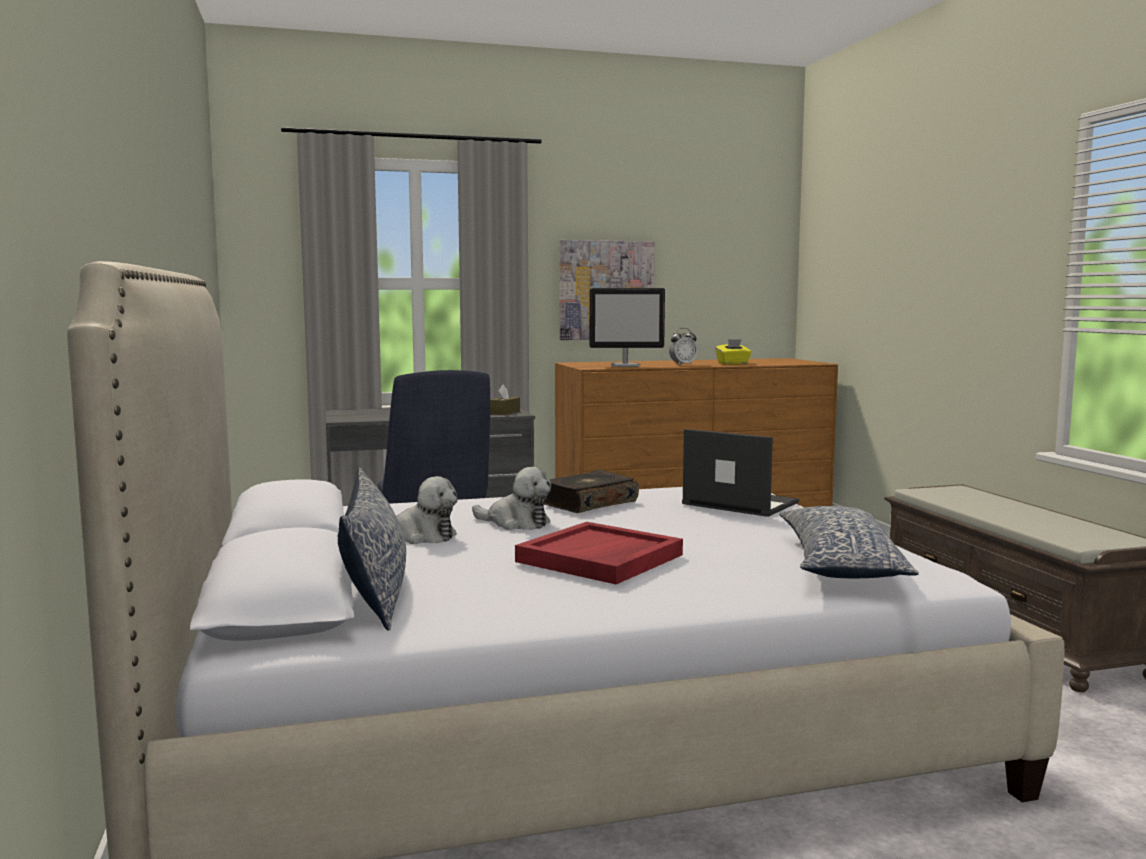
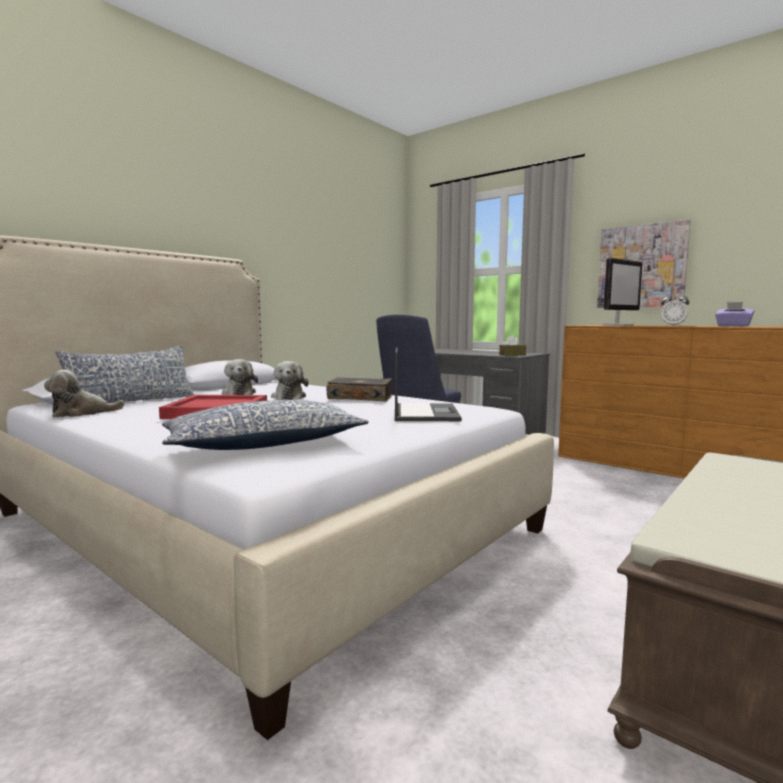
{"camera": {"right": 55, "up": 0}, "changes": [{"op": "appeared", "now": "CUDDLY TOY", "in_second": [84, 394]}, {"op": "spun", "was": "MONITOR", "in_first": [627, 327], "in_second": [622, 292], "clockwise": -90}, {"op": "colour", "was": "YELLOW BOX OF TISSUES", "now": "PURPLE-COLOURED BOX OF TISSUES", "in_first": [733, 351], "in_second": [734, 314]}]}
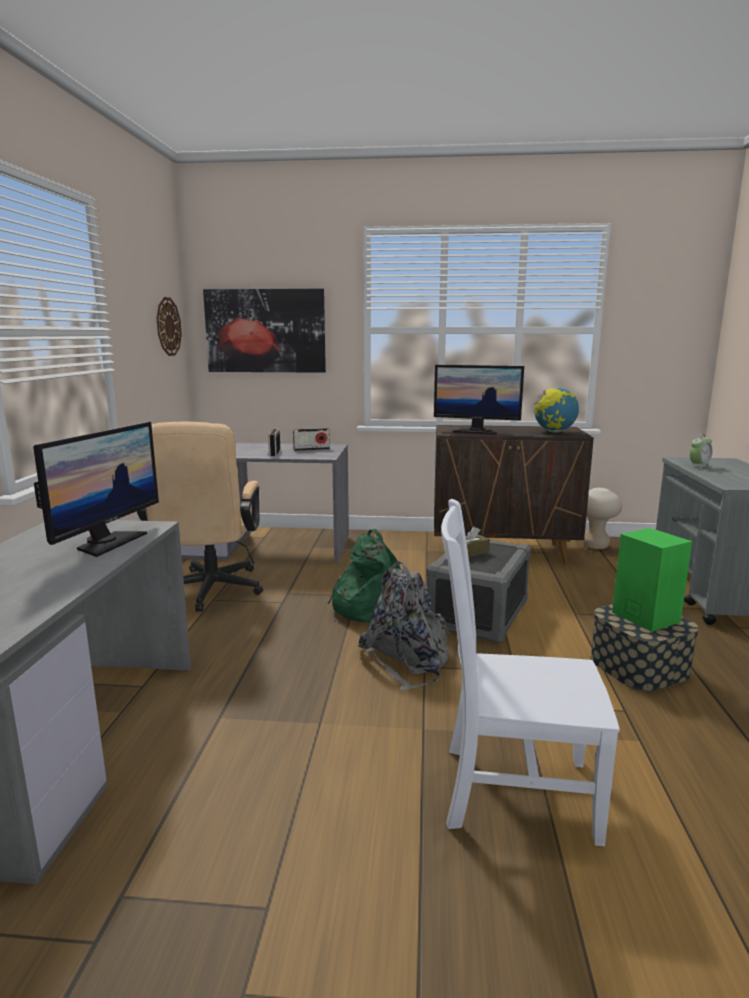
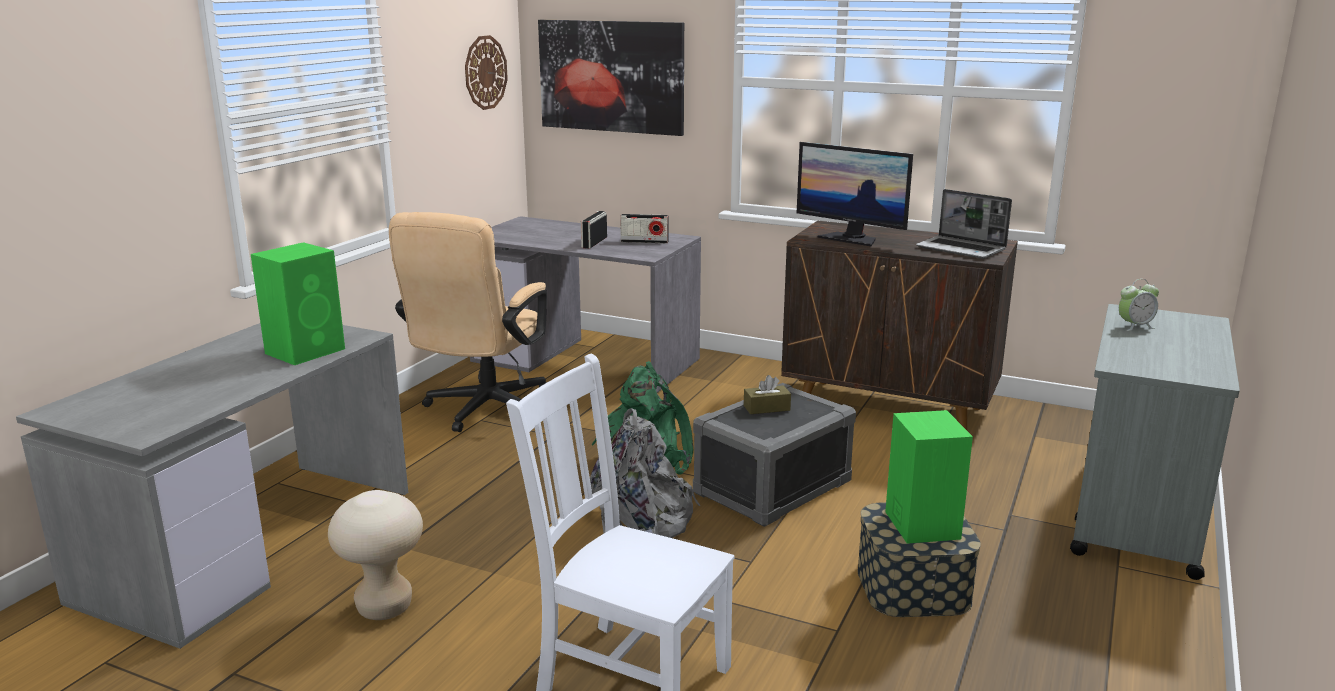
{"camera": {"right": 20, "up": 5}, "changes": [{"op": "exchanged", "was": "MONITOR", "now": "GREENISH AUDIO SPEAKER", "in_first": [96, 489], "in_second": [298, 303]}, {"op": "relocated", "was": "SAND-COLOURED STOOL SEAT", "in_first": [602, 518], "in_second": [375, 555]}, {"op": "exchanged", "was": "GLOBE", "now": "LAPTOP", "in_first": [556, 410], "in_second": [964, 224]}]}
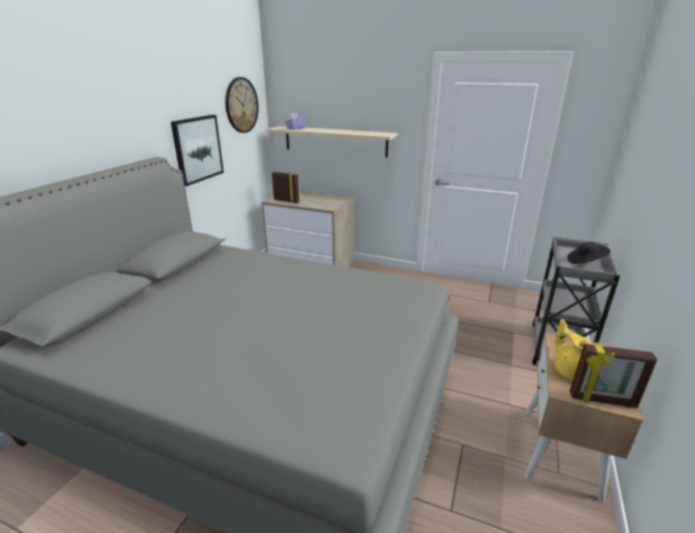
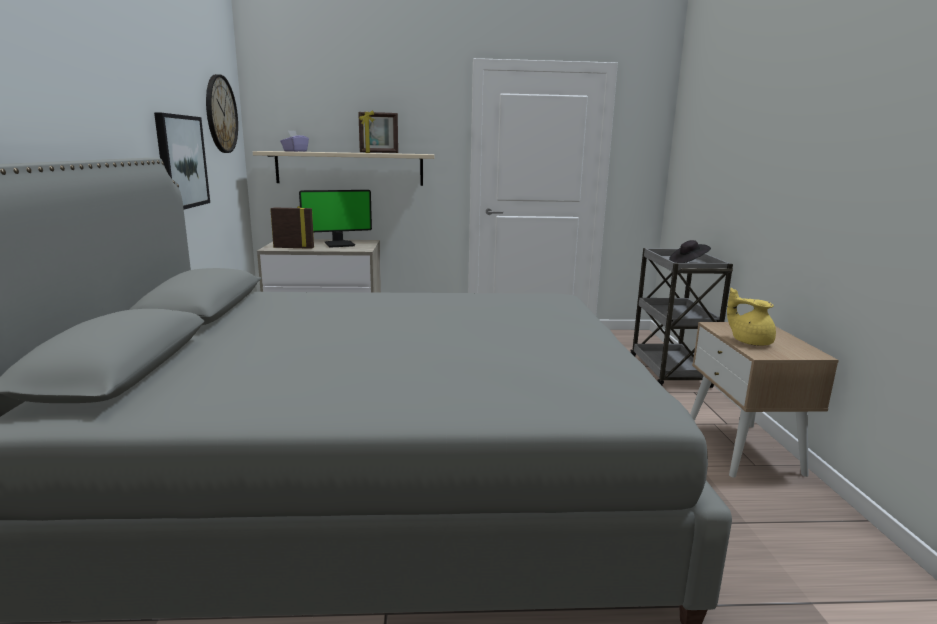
{"camera": {"right": -25, "up": -10}, "changes": [{"op": "appeared", "now": "MONITOR", "in_second": [335, 219]}, {"op": "relocated", "was": "STANDING FRAME", "in_first": [614, 376], "in_second": [378, 131]}]}
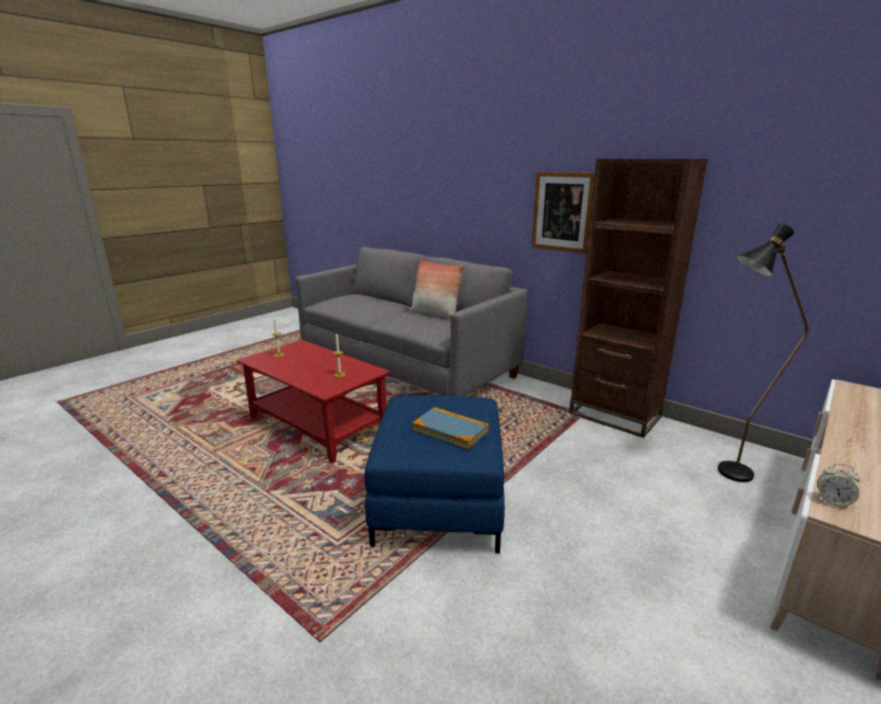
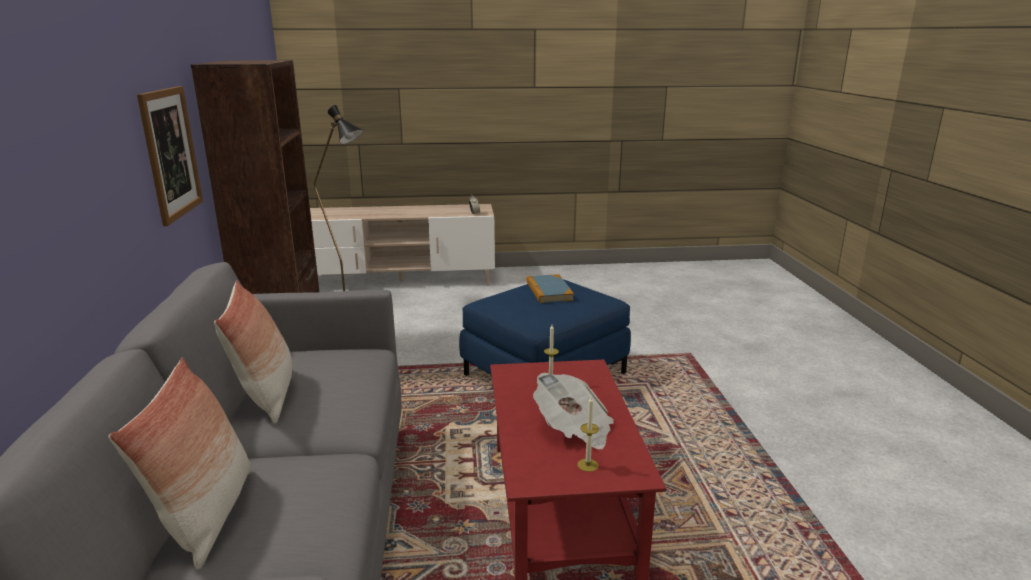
{"camera": {"right": -135, "up": 0}, "changes": [{"op": "appeared", "now": "PILLOW", "in_second": [179, 463]}, {"op": "appeared", "now": "DAILY PAPER", "in_second": [573, 411]}]}
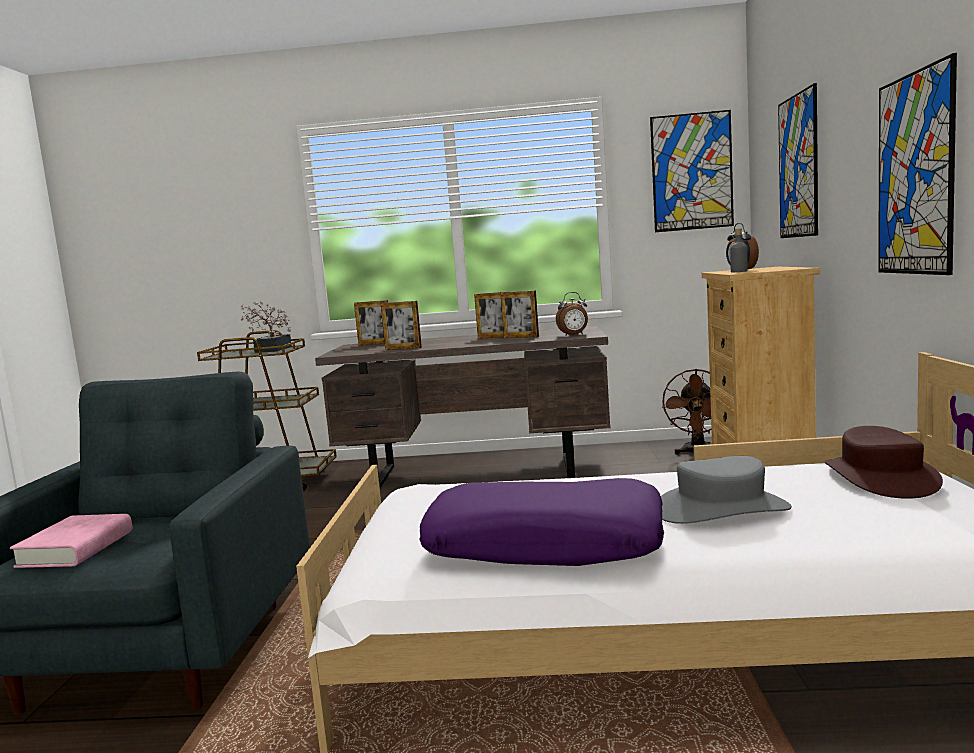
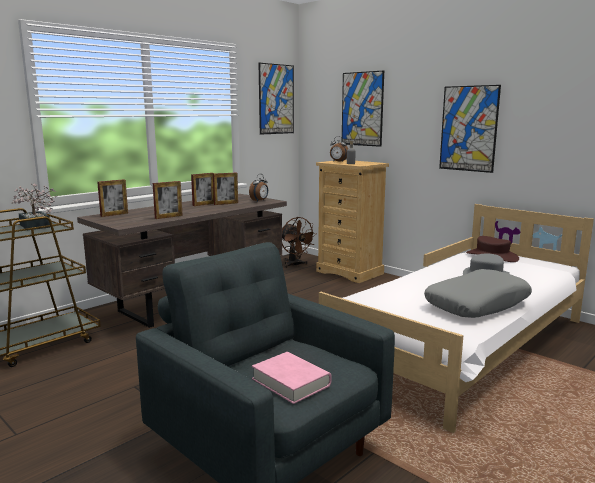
{"camera": {"right": -50, "up": 5}, "changes": [{"op": "colour", "was": "PURPLE-COLOURED PILLOW", "now": "GRAY PILLOW", "in_first": [541, 522], "in_second": [478, 293]}]}
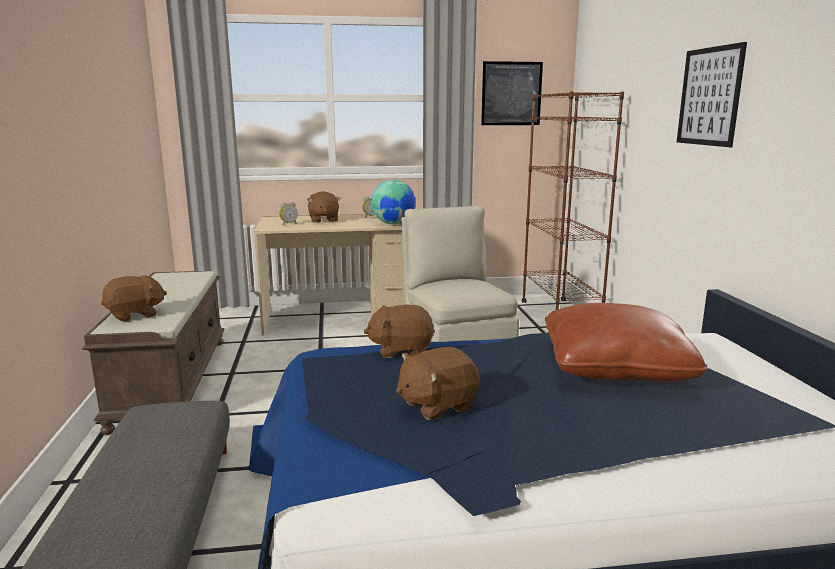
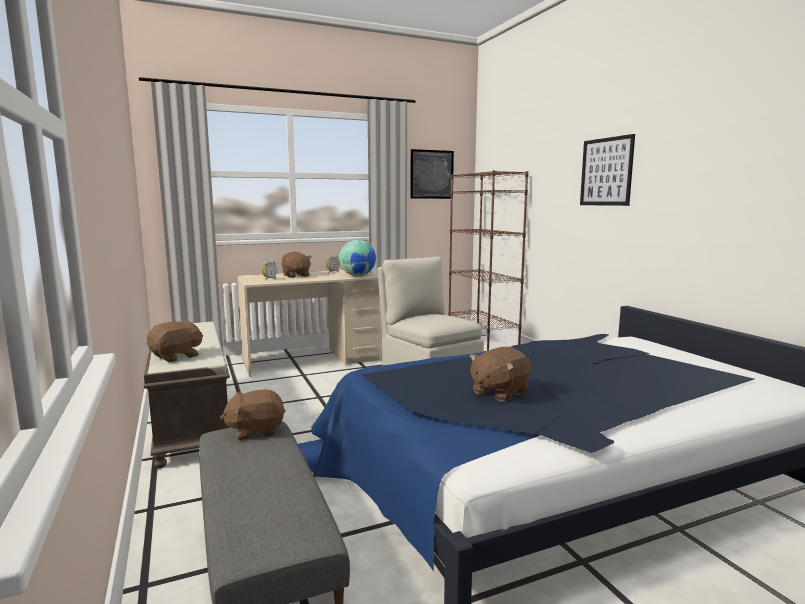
{"camera": {"right": -15, "up": -5}, "changes": [{"op": "relocated", "was": "BROWN CUDDLY TOY", "in_first": [399, 331], "in_second": [253, 415]}, {"op": "missing", "was": "BROWN PILLOW", "in_first": [626, 342]}]}
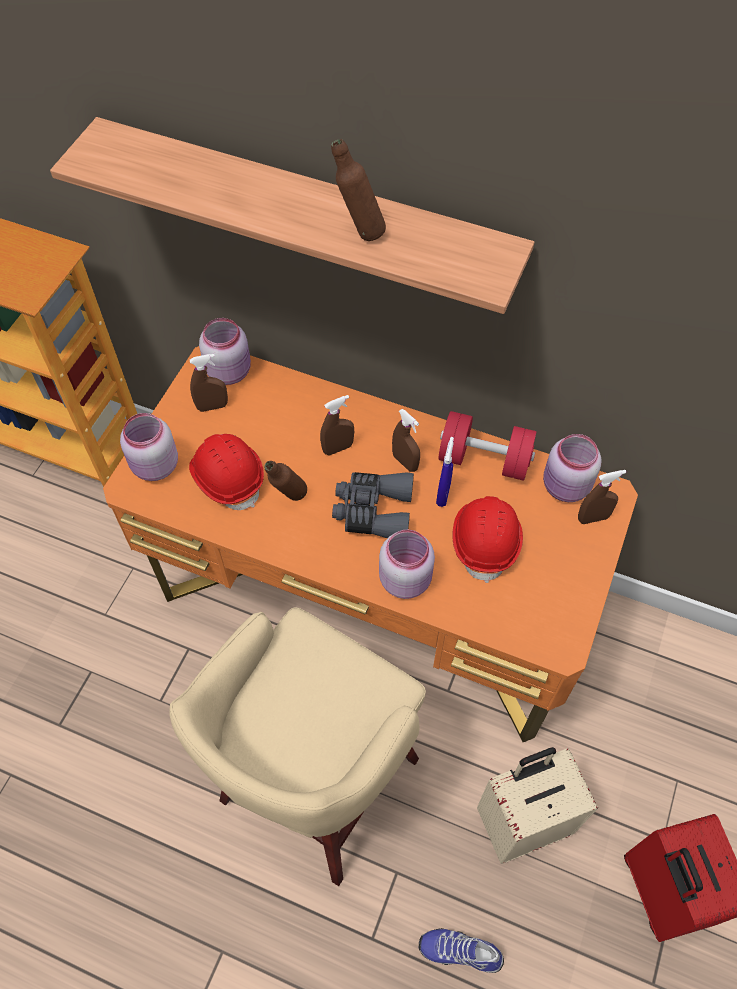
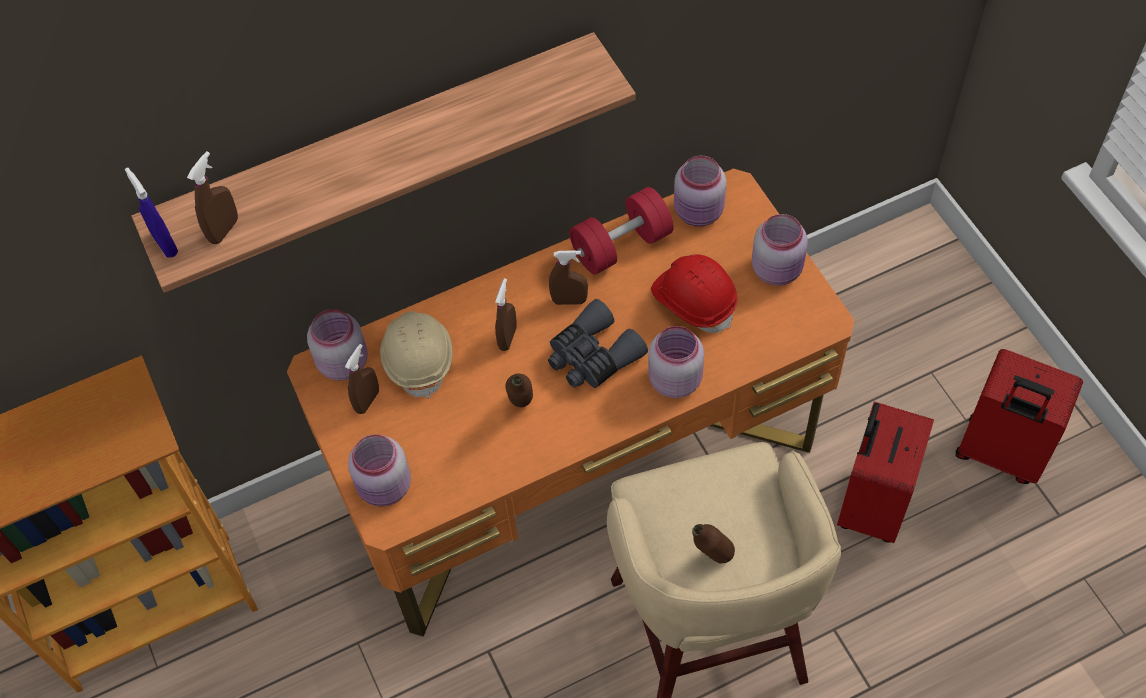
{"camera": {"right": -45, "up": 0}, "changes": [{"op": "relocated", "was": "BLUISH HAND SPRAYER", "in_first": [445, 472], "in_second": [151, 213]}, {"op": "relocated", "was": "BROWN HAND SPRAYER", "in_first": [602, 497], "in_second": [212, 197]}, {"op": "appeared", "now": "SAND-COLOURED WORK HELMET", "in_second": [416, 355]}, {"op": "relocated", "was": "BROWN BOTTLE", "in_first": [358, 190], "in_second": [713, 543]}, {"op": "appeared", "now": "PINK-COLOURED JAR", "in_second": [780, 250]}, {"op": "colour", "was": "SAND-COLOURED TRAVEL CASE", "now": "REDDISH TRAVEL CASE", "in_first": [537, 805], "in_second": [885, 472]}, {"op": "missing", "was": "REDDISH WORK HELMET", "in_first": [226, 472]}, {"op": "missing", "was": "SHOE", "in_first": [461, 950]}]}
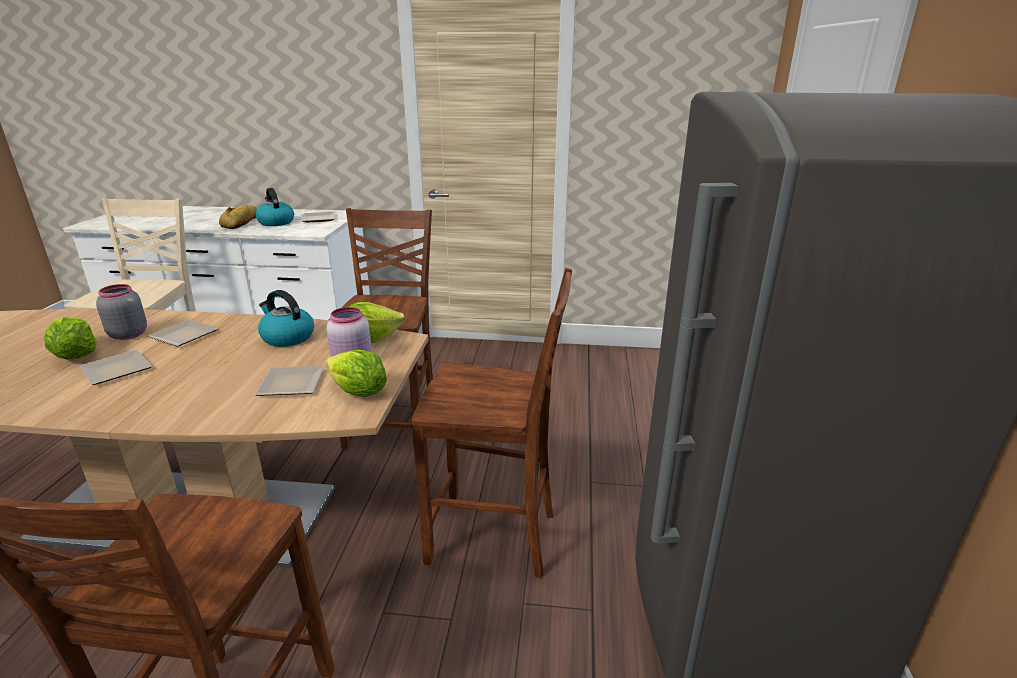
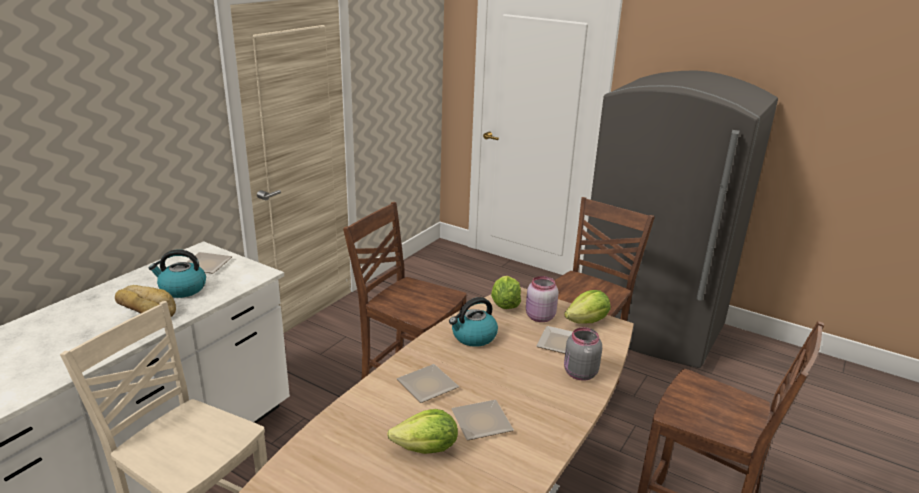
{"camera": {"right": -65, "up": 0}, "changes": [{"op": "relocated", "was": "GRAY JAR", "in_first": [121, 312], "in_second": [583, 354]}]}
